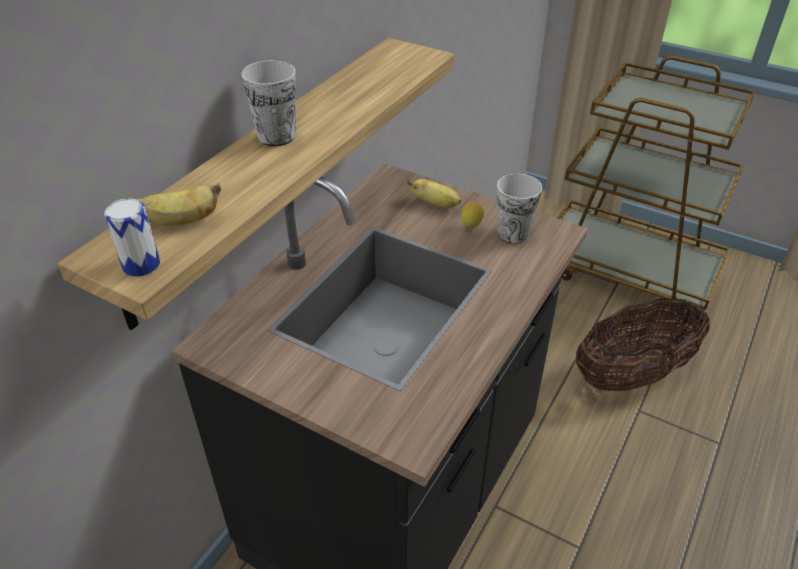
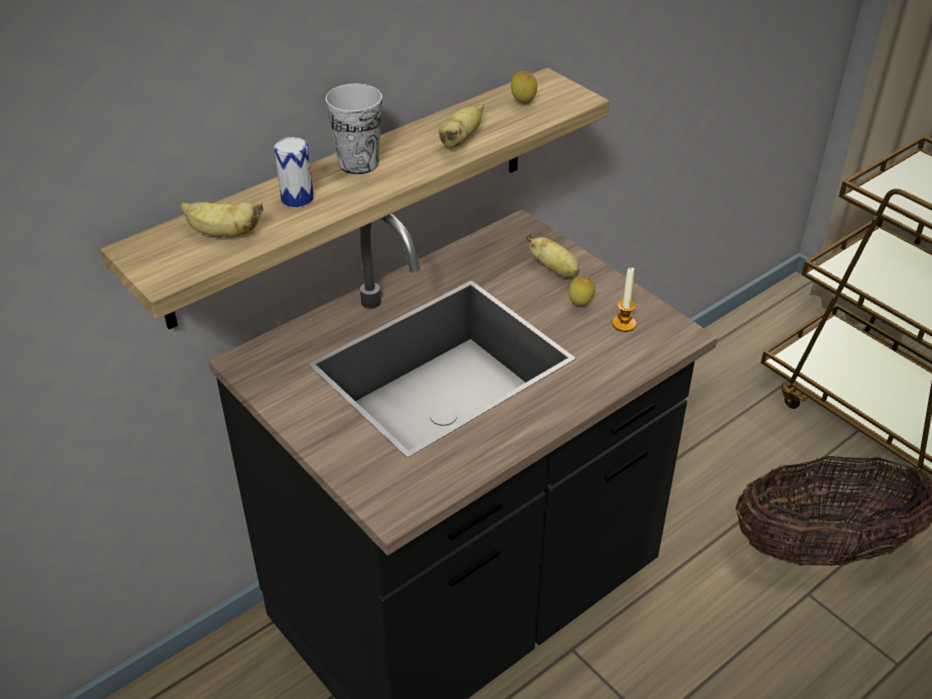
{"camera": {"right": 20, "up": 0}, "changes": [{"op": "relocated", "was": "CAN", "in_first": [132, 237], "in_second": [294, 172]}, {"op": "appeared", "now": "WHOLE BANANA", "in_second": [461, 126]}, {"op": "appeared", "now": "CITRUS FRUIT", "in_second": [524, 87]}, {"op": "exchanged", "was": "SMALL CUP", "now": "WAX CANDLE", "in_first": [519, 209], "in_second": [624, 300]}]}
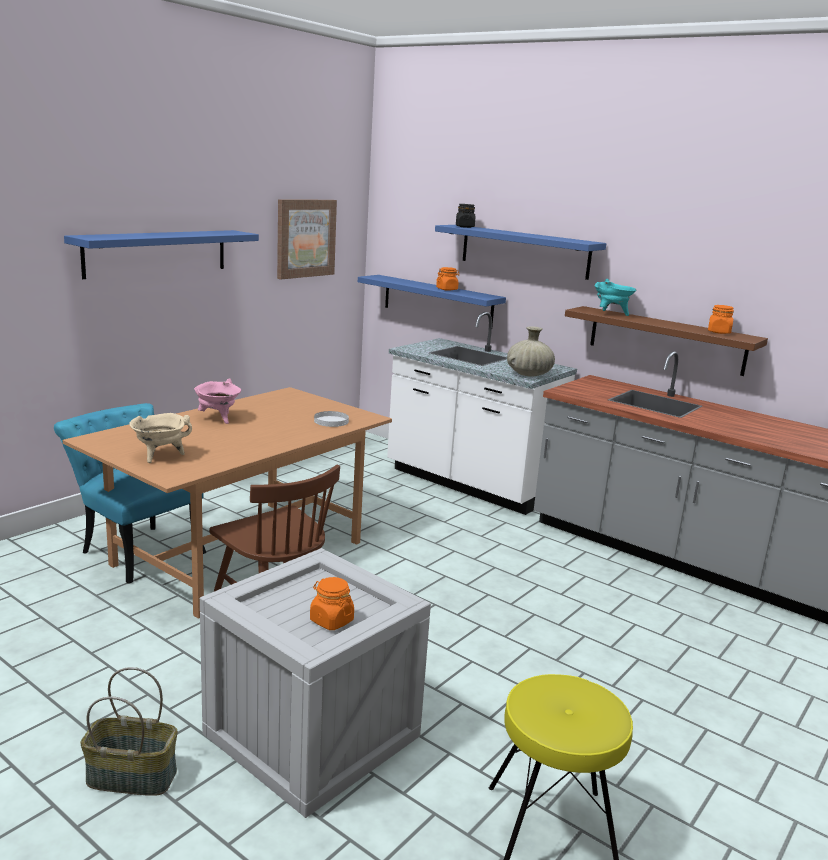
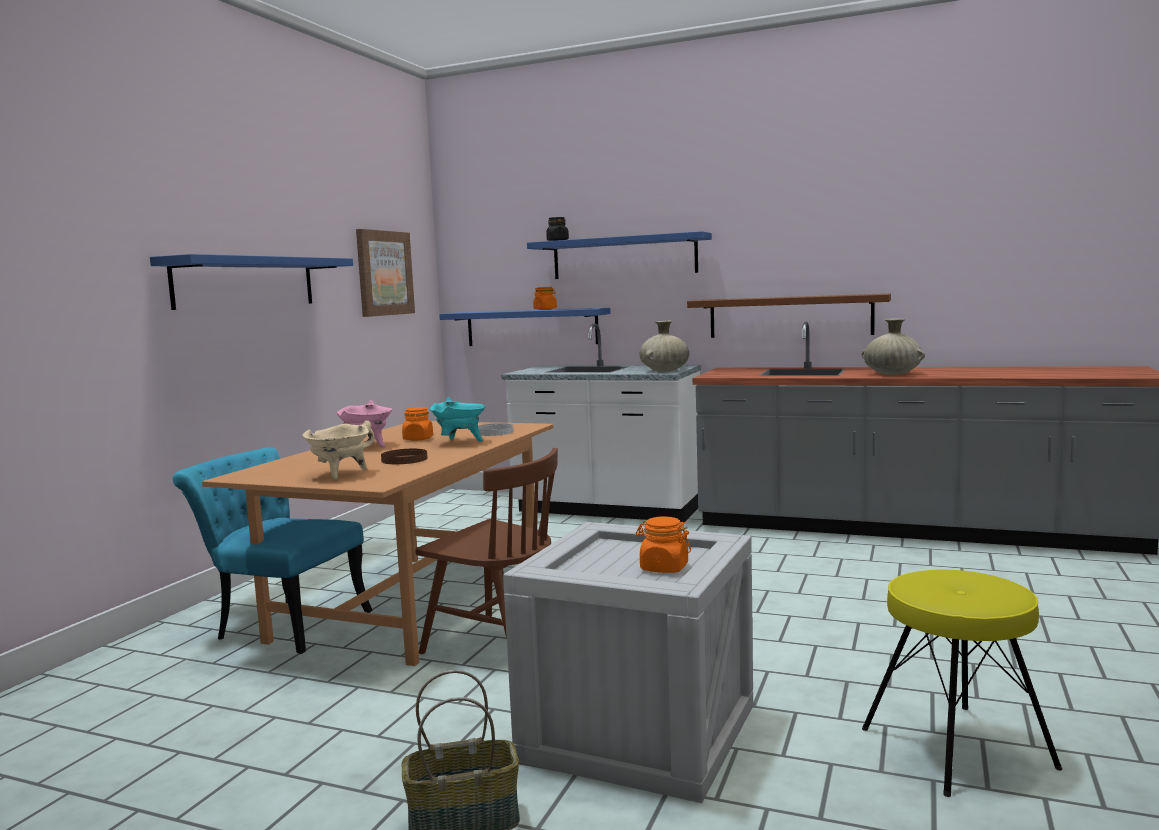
{"camera": {"right": -15, "up": -10}, "changes": [{"op": "appeared", "now": "BROWN FLAT DISH", "in_second": [404, 456]}, {"op": "relocated", "was": "ORANGEY JAR", "in_first": [721, 319], "in_second": [417, 424]}, {"op": "relocated", "was": "TURQUOISE STOCKPOT", "in_first": [615, 297], "in_second": [458, 419]}, {"op": "appeared", "now": "SAND-COLOURED VASE", "in_second": [893, 346]}]}
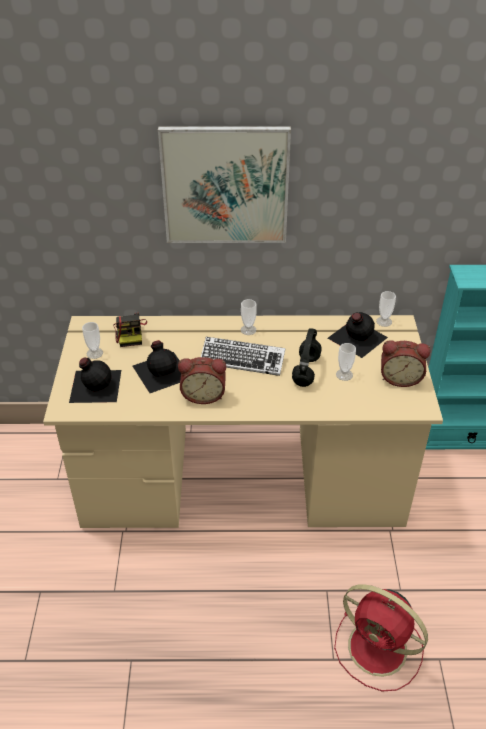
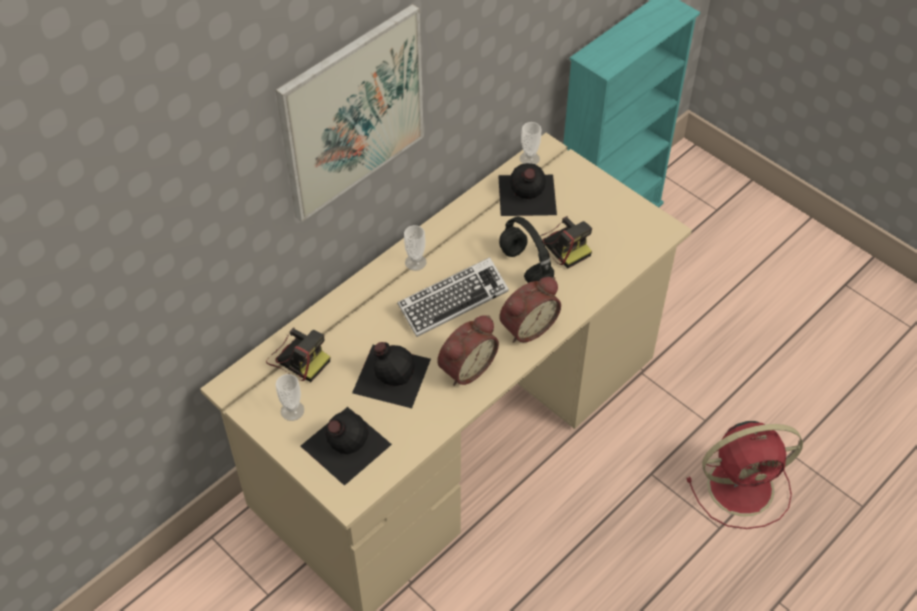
{"camera": {"right": -45, "up": 10}, "changes": [{"op": "relocated", "was": "ALARM CLOCK", "in_first": [406, 363], "in_second": [530, 310]}, {"op": "exchanged", "was": "SMALL CUP", "now": "PHOTO CAMERA", "in_first": [346, 362], "in_second": [566, 242]}]}
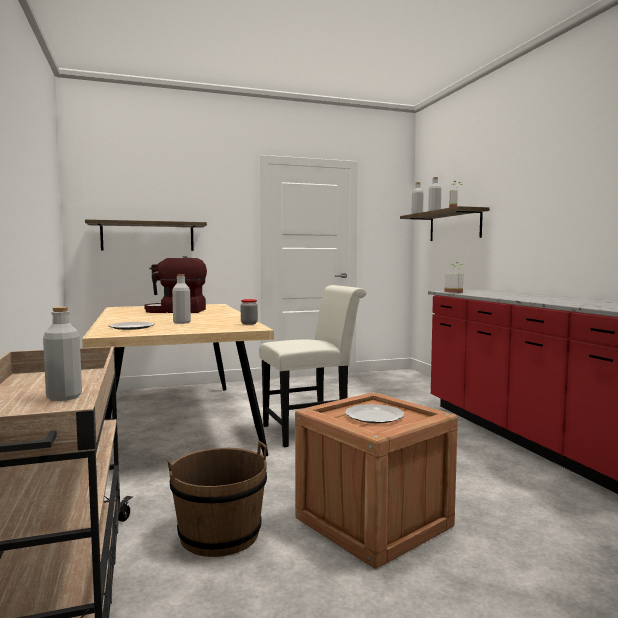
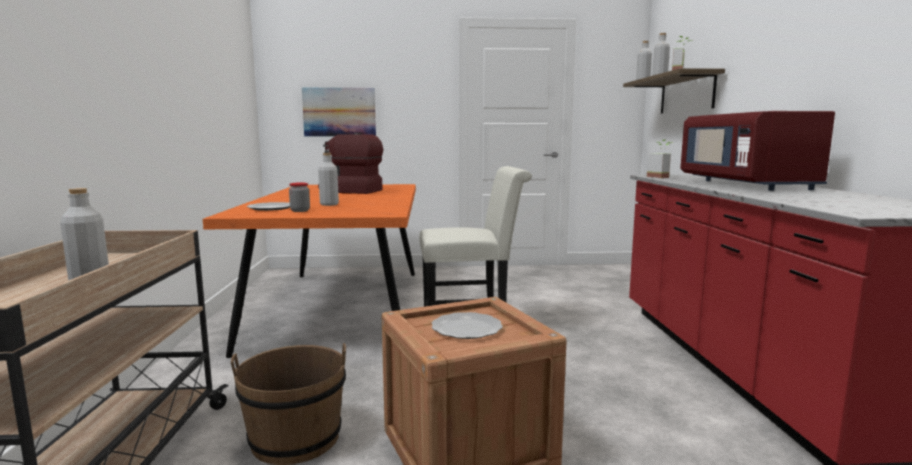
{"camera": {"right": 15, "up": 5}, "changes": [{"op": "colour", "was": "SAND-COLOURED DINING TABLE", "now": "ORANGEY DINING TABLE", "in_first": [178, 380], "in_second": [309, 271]}, {"op": "relocated", "was": "JAR", "in_first": [249, 312], "in_second": [299, 197]}, {"op": "exchanged", "was": "WALL SHELF", "now": "PICTURE", "in_first": [146, 235], "in_second": [339, 112]}, {"op": "appeared", "now": "REDDISH MICROWAVE", "in_second": [757, 151]}]}
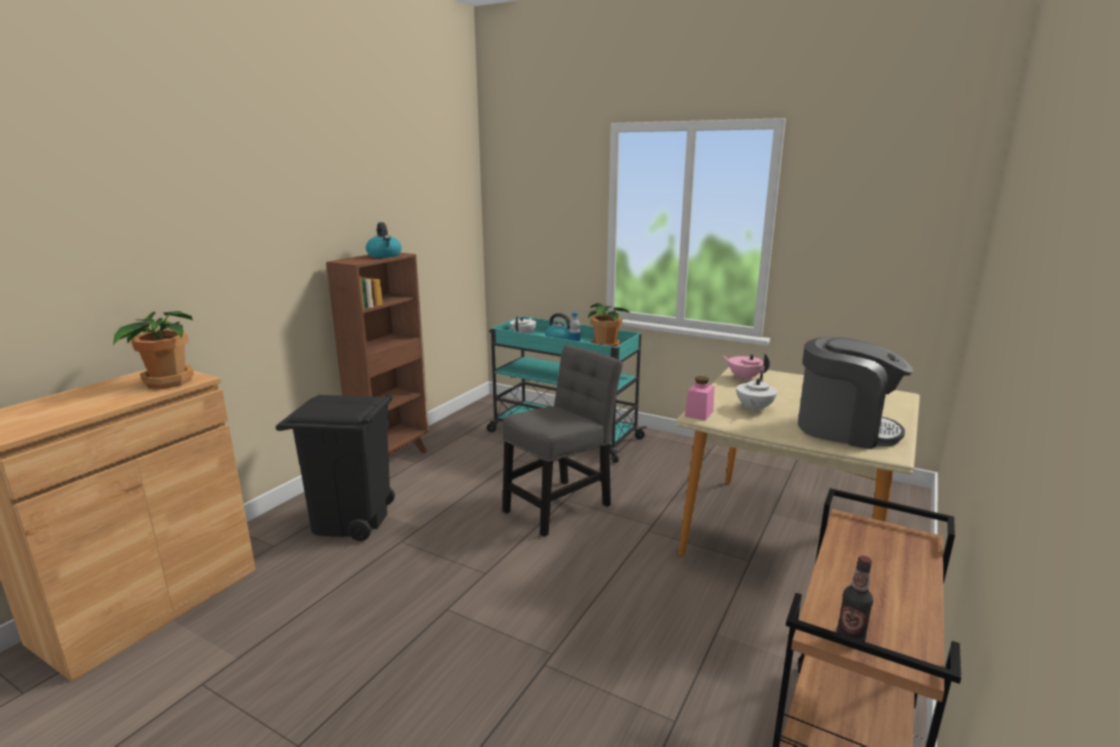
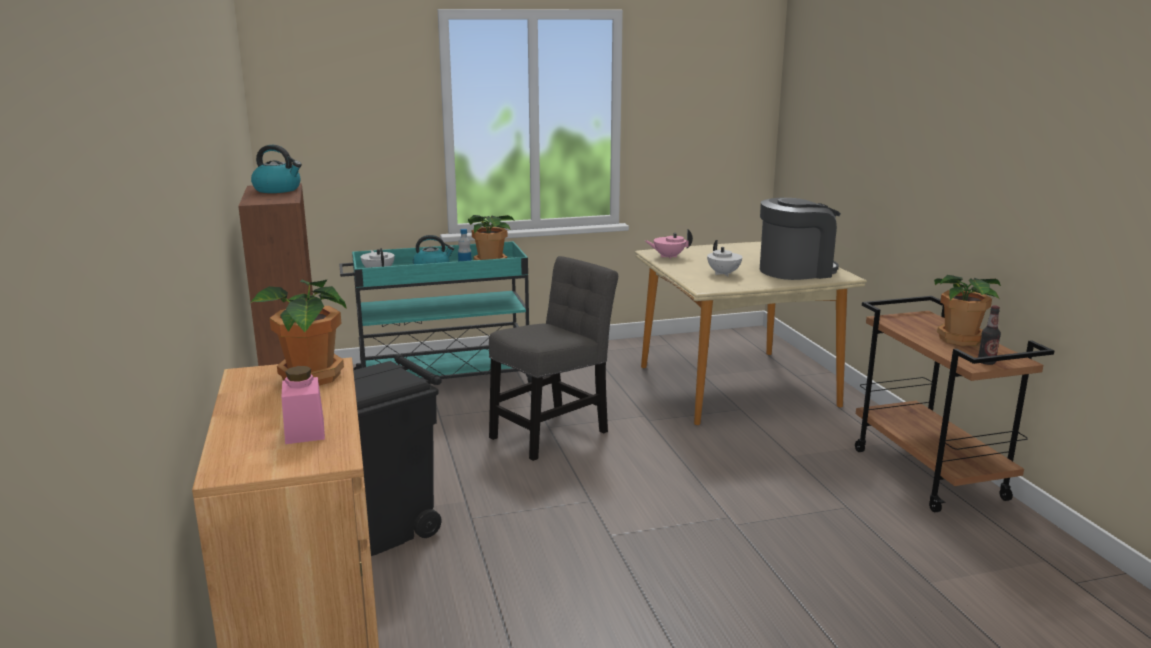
{"camera": {"right": -45, "up": 0}, "changes": [{"op": "relocated", "was": "PINK-COLOURED JAR", "in_first": [699, 398], "in_second": [303, 405]}, {"op": "spun", "was": "GRAY UPRIGHT CHAIR", "in_first": [562, 441], "in_second": [553, 358], "clockwise": 45}, {"op": "appeared", "now": "POTTED PLANT", "in_second": [967, 310]}]}
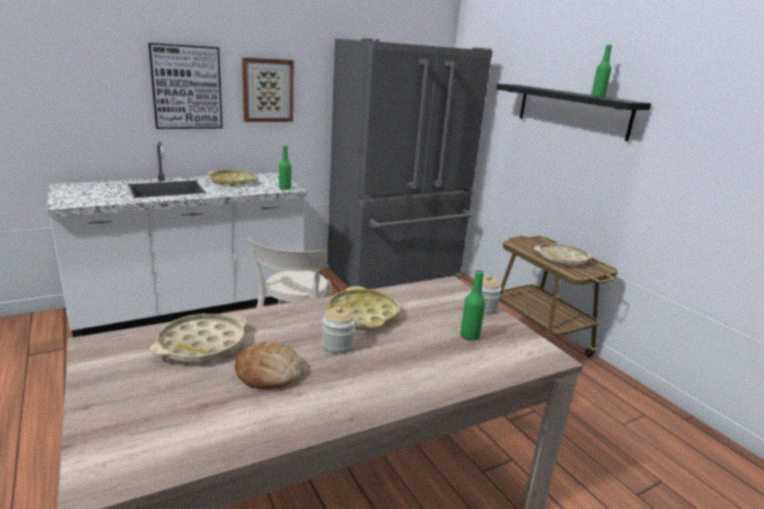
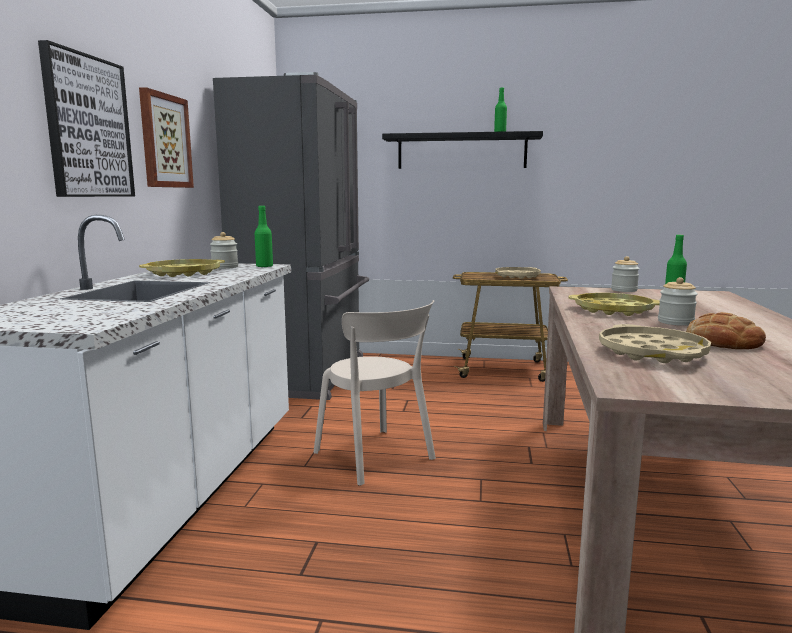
{"camera": {"right": -50, "up": -10}, "changes": [{"op": "appeared", "now": "JAR", "in_second": [224, 250]}]}
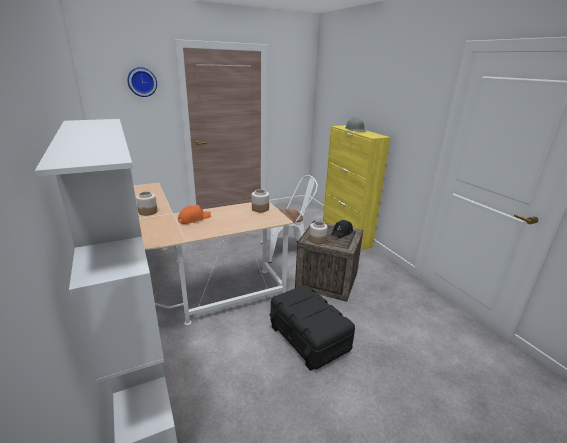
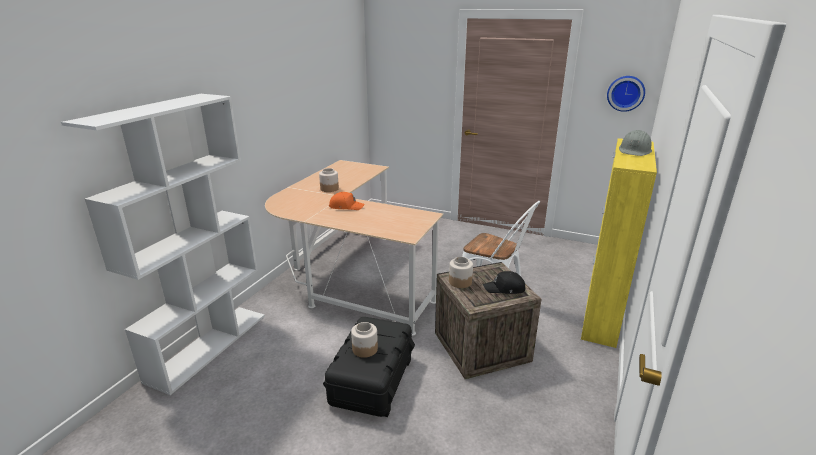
{"camera": {"right": 50, "up": 0}, "changes": [{"op": "relocated", "was": "JAR", "in_first": [260, 200], "in_second": [364, 340]}, {"op": "relocated", "was": "HANGING CLOCK", "in_first": [142, 82], "in_second": [626, 94]}]}
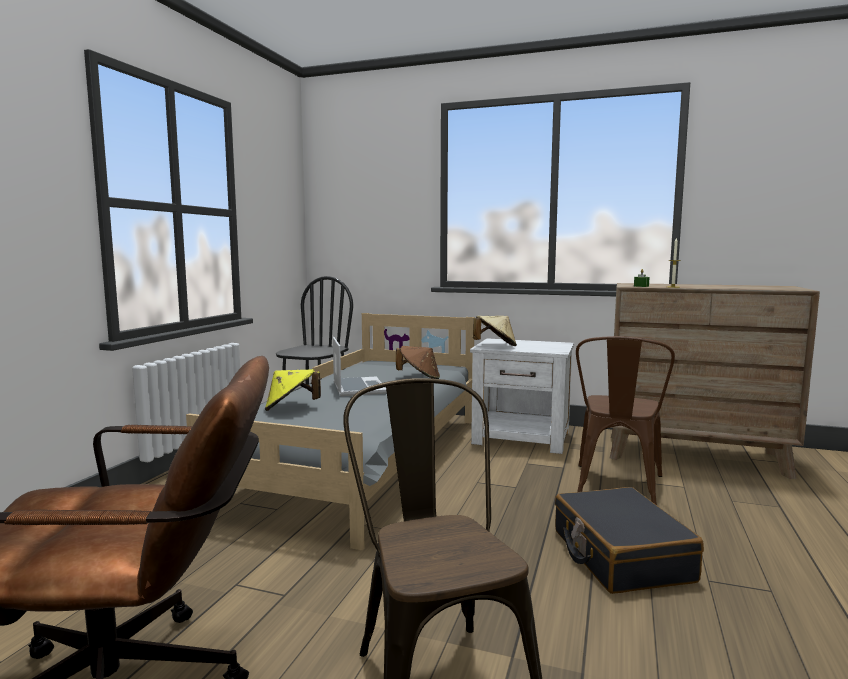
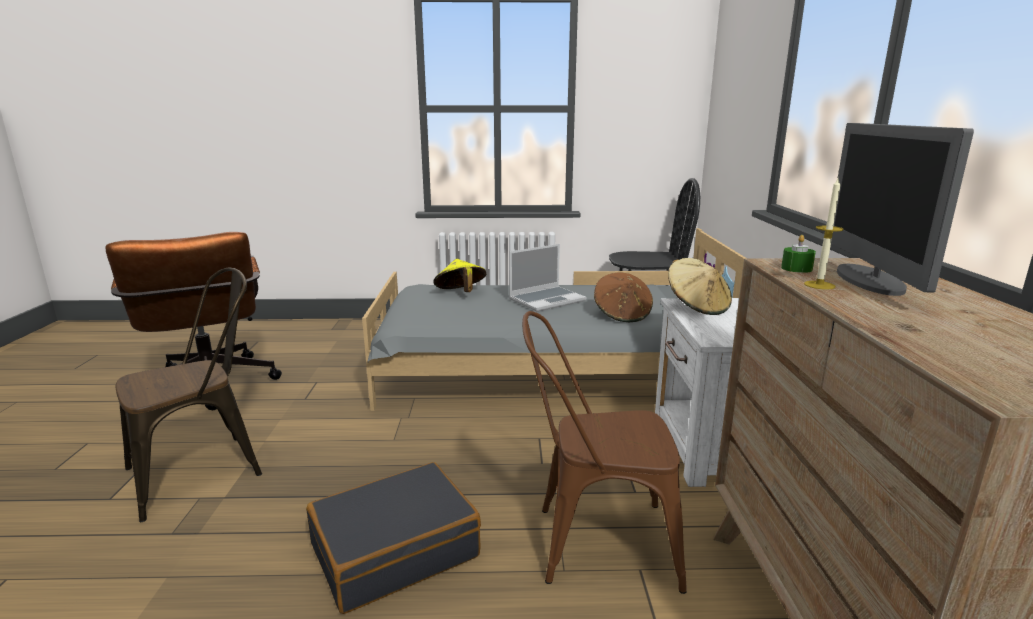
{"camera": {"right": 70, "up": 10}, "changes": [{"op": "appeared", "now": "MONITOR", "in_second": [902, 209]}]}
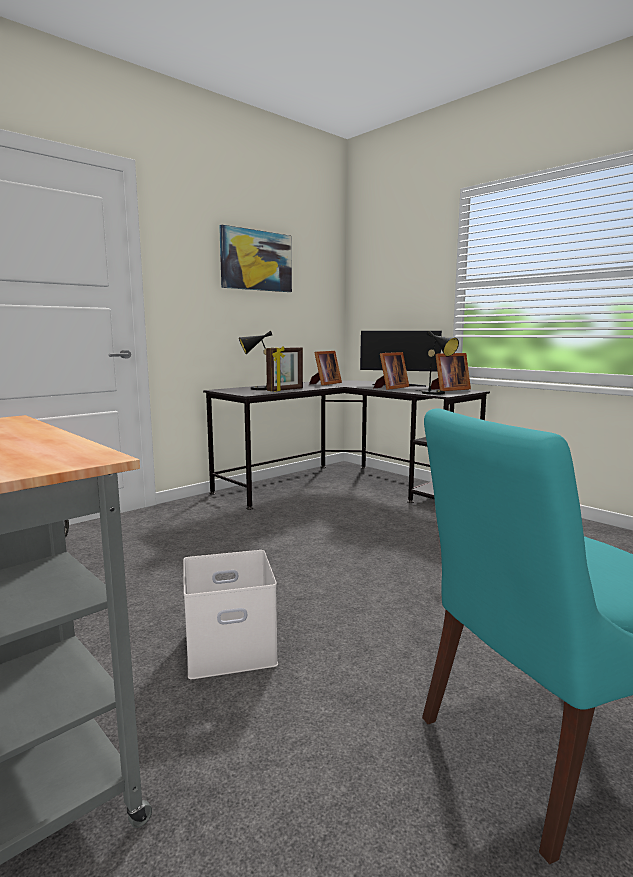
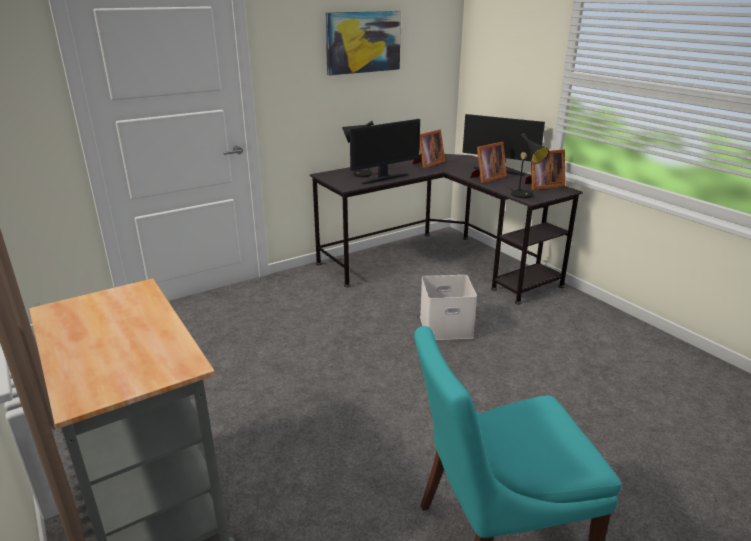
{"camera": {"right": 10, "up": 15}, "changes": [{"op": "exchanged", "was": "STANDING FRAME", "now": "MONITOR", "in_first": [284, 369], "in_second": [385, 151]}, {"op": "relocated", "was": "WHITE-COLOURED STORAGE BIN", "in_first": [230, 614], "in_second": [448, 307]}]}
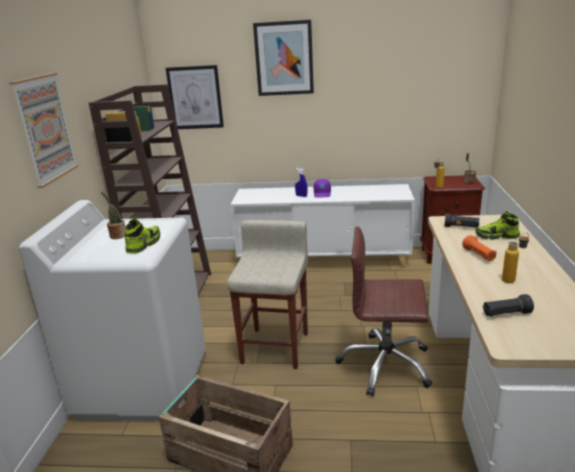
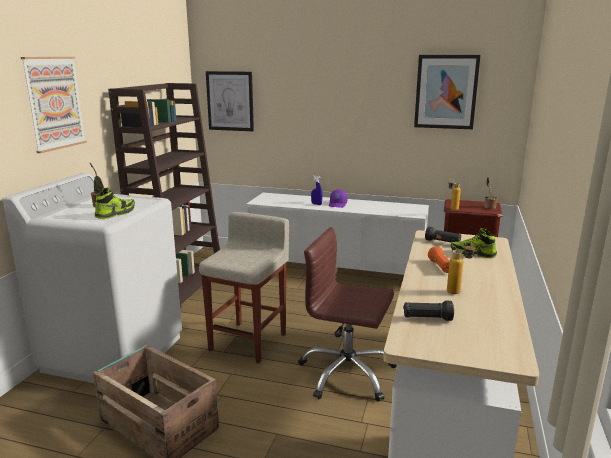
{"camera": {"right": 10, "up": -5}, "changes": [{"op": "relocated", "was": "PICTURE", "in_first": [283, 58], "in_second": [447, 92]}]}
